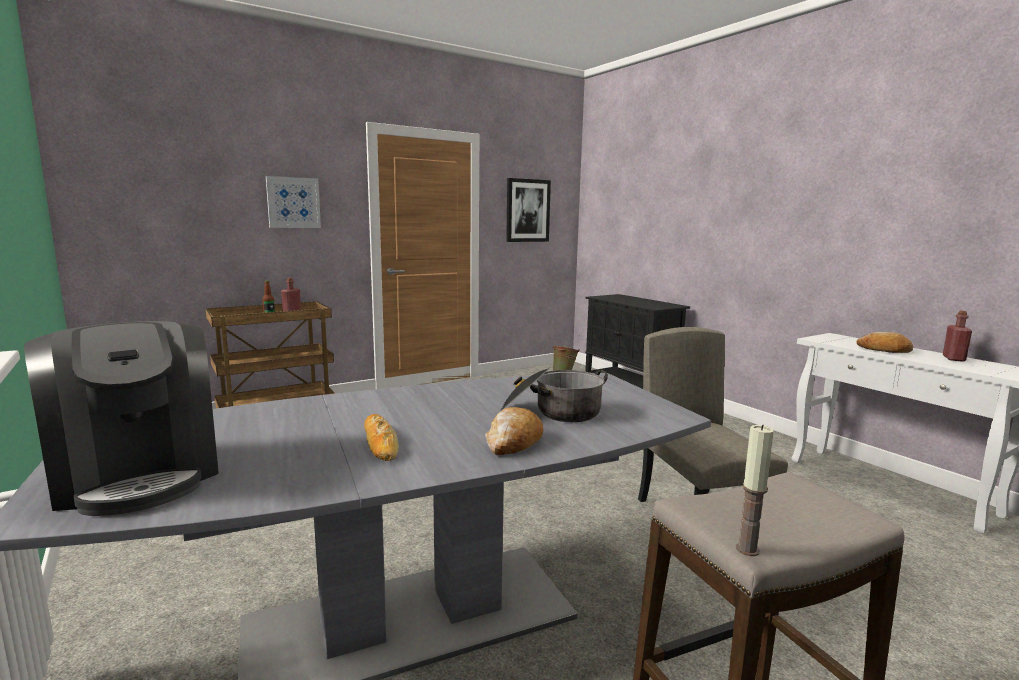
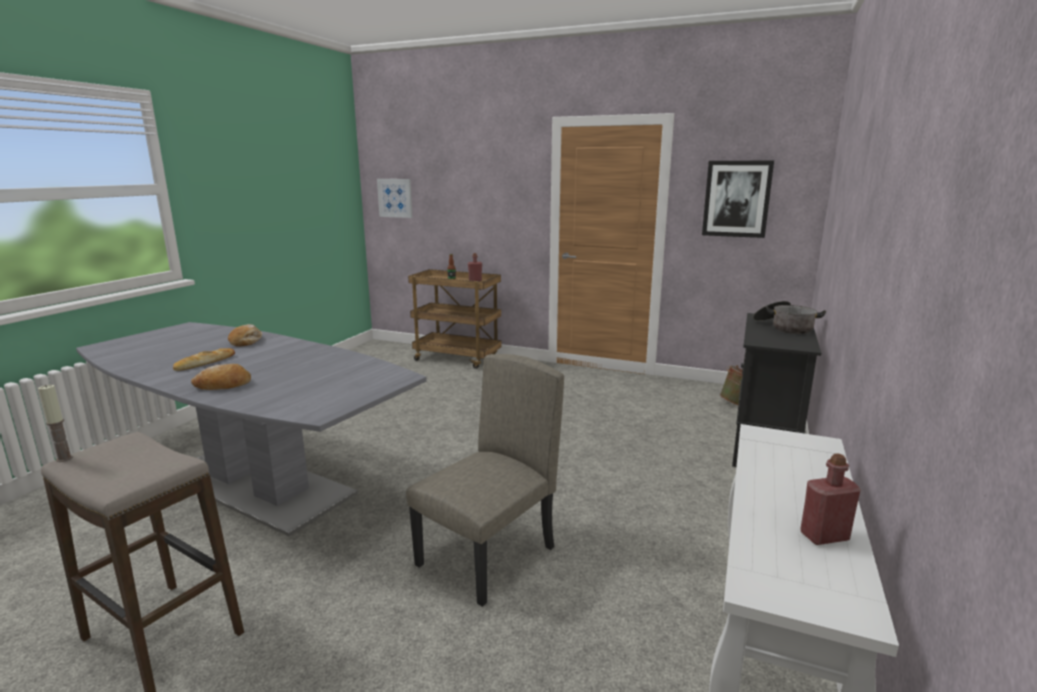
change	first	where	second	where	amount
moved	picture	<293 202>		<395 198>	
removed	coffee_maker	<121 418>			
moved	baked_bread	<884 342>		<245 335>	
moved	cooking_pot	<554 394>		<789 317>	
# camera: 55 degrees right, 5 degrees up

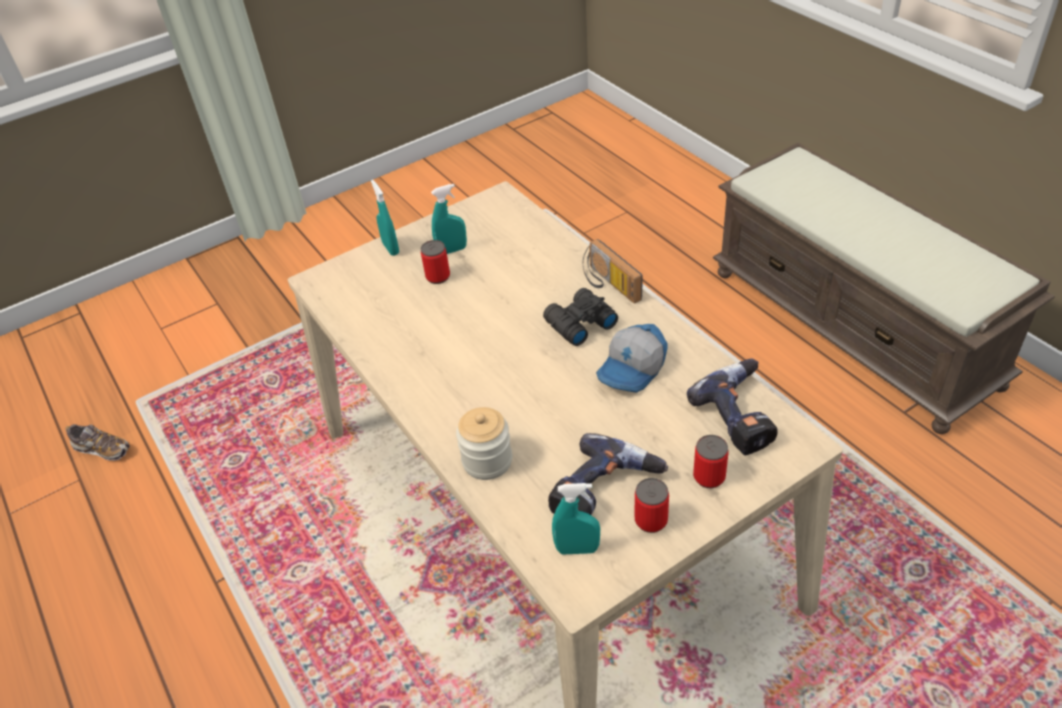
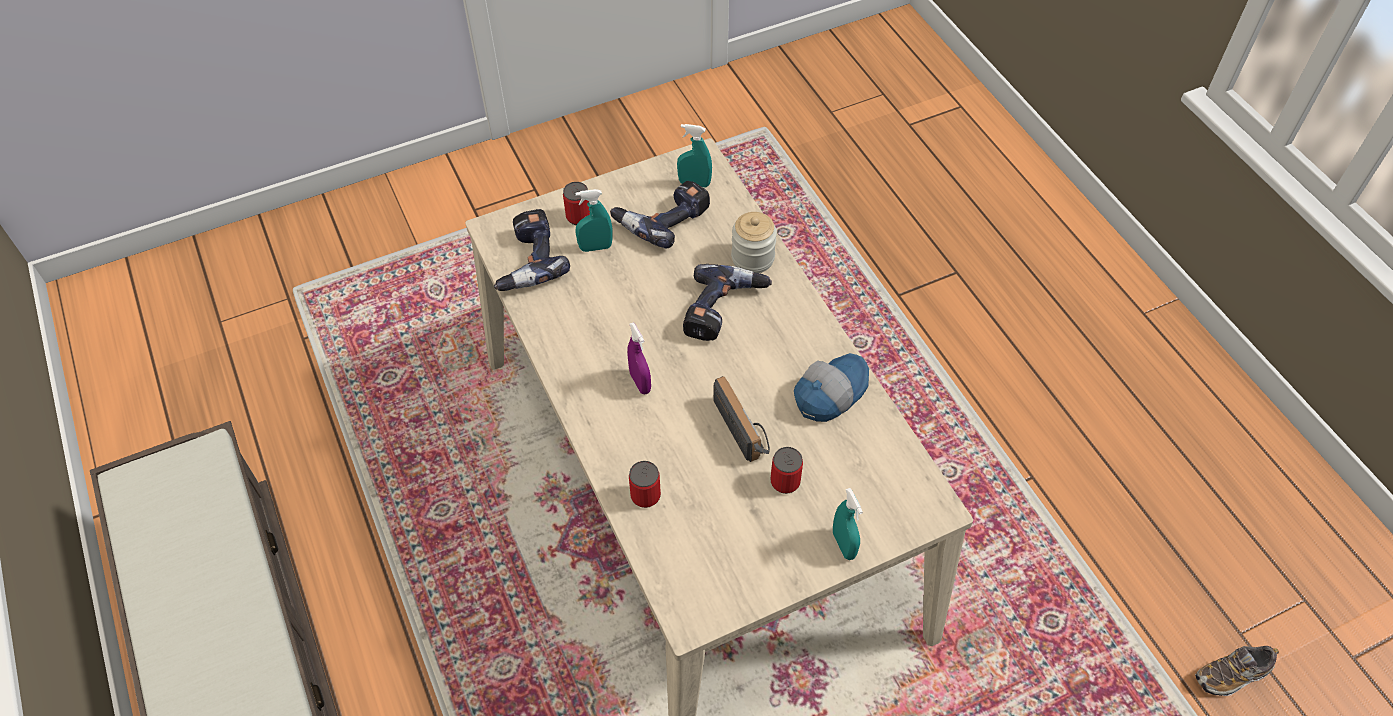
change	first	where	second	where	amount
moved	blue-green_spray_bottle	<449 219>		<593 220>	
moved	radio	<613 271>		<741 419>	
replaced	blackish_binoculars	<580 317>	purplish_spray_bottle	<639 358>	
moved	cap	<632 358>		<831 387>	
turned	shoe	<97 442>		<1237 671>	45 degrees counterclockwise
moved	metal_can	<652 505>		<645 484>	
added			power_drill	<727 302>	
# camera: 175 degrees left, 10 degrees up

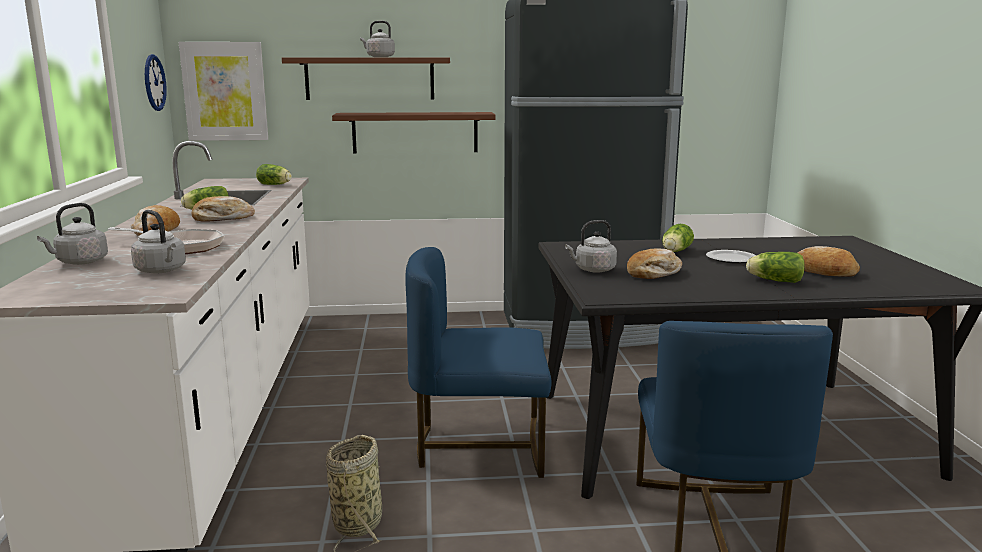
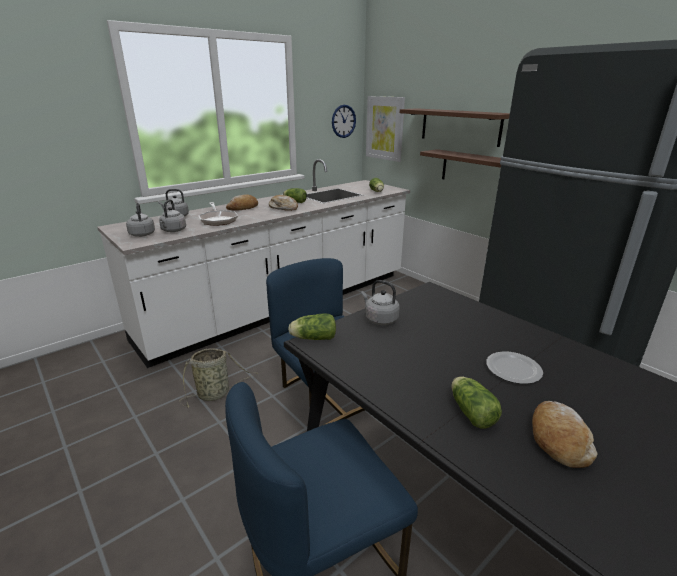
change	first	where	second	where	amount
moved	grey_kettle	<377 39>		<140 220>	
moved	lettuce	<678 238>		<312 326>	
removed	baked_bread	<654 263>			
# camera: 55 degrees right, 10 degrees up

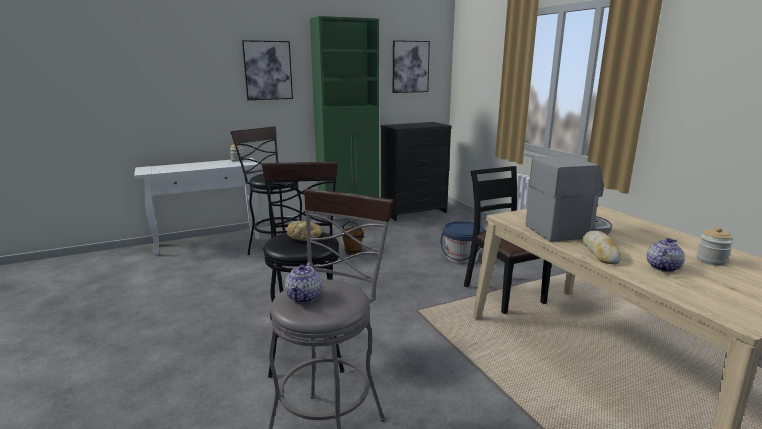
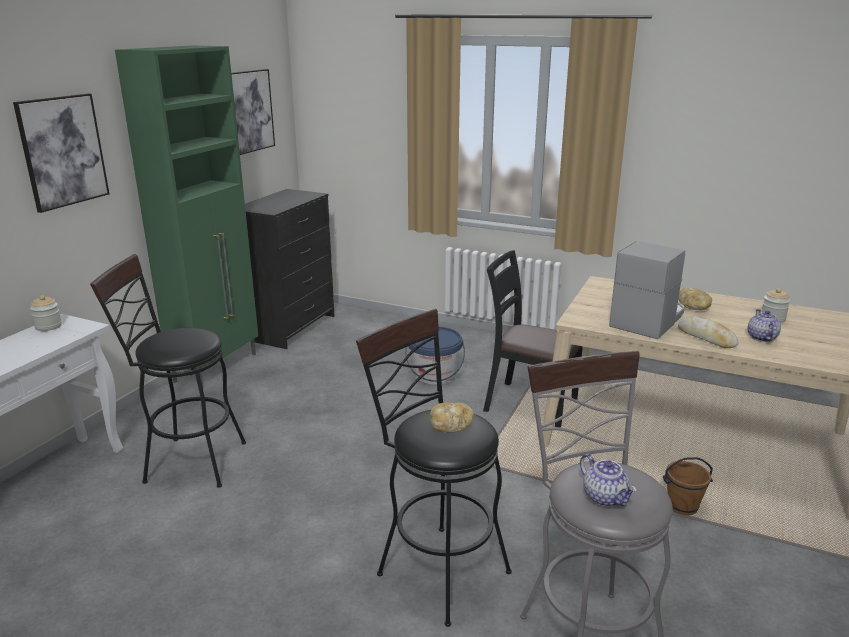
change	first	where	second	where	amount
moved	brown-coloured_pail	<352 238>		<688 486>	
added			baked_bread	<695 299>	
# camera: 40 degrees left, 5 degrees up

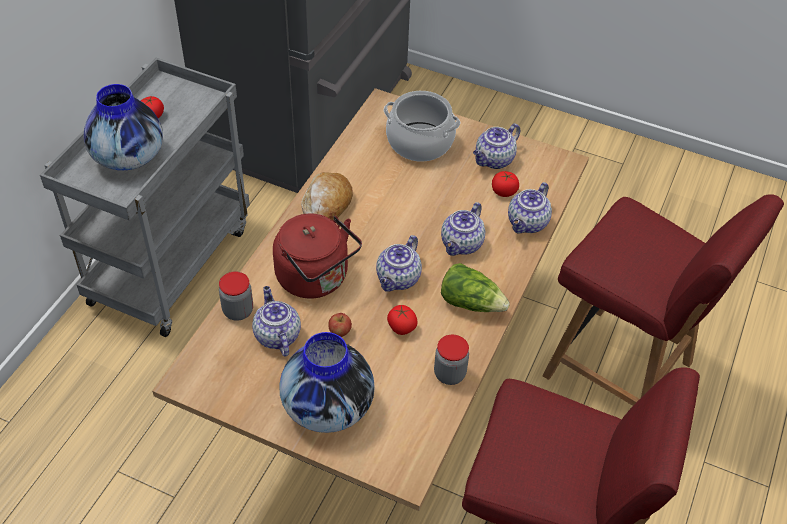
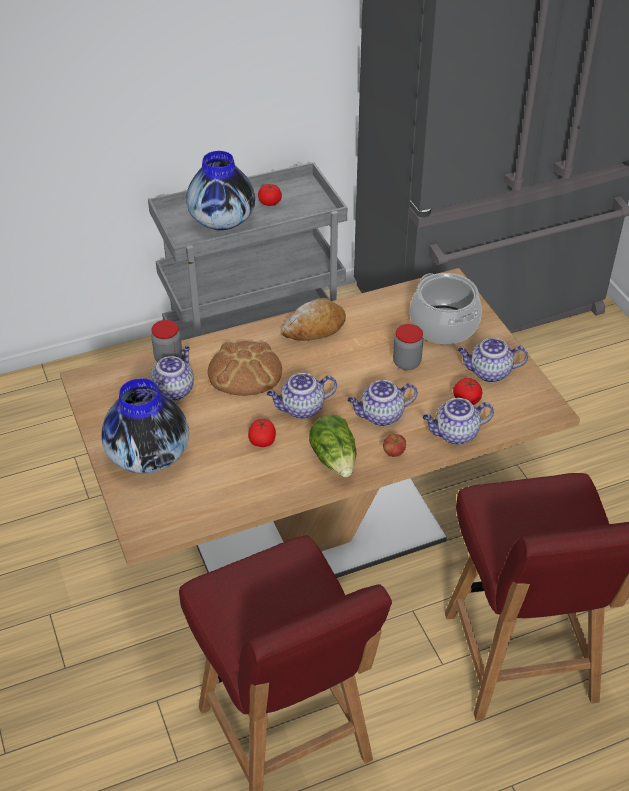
change	first	where	second	where	amount
replaced	red_kettle	<317 256>	baked_bread	<245 368>	
moved	apple_fruit	<340 325>		<394 445>	
moved	storage_jar	<451 359>		<408 347>	
# camera: 45 degrees right, 5 degrees down

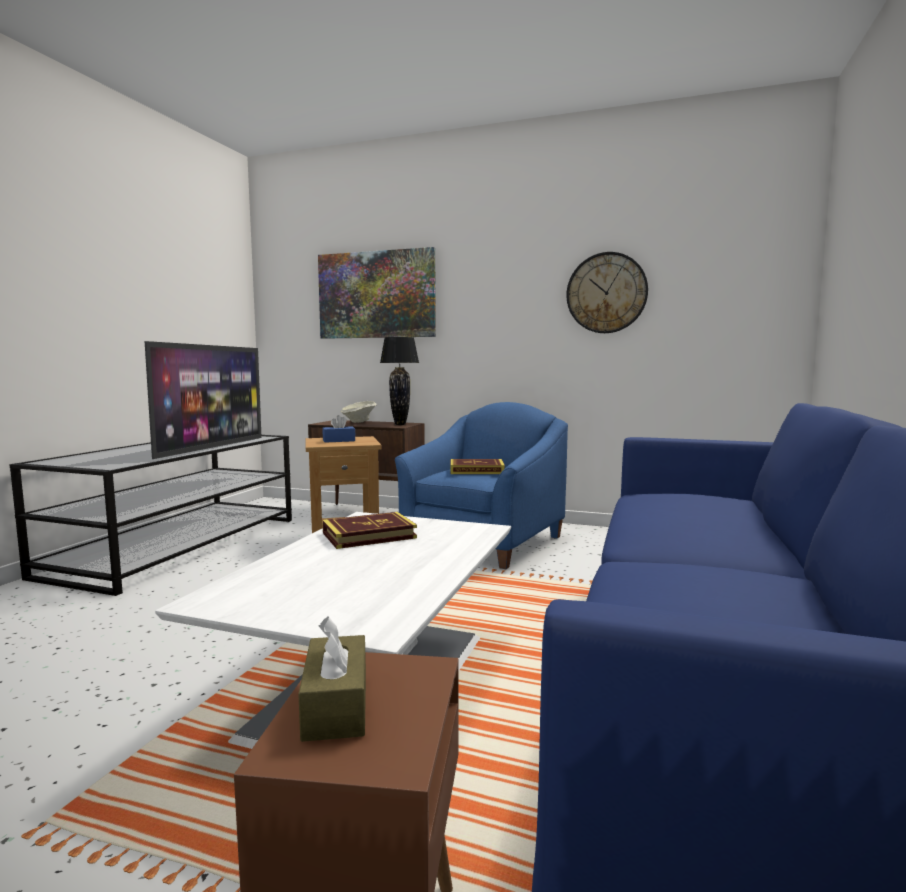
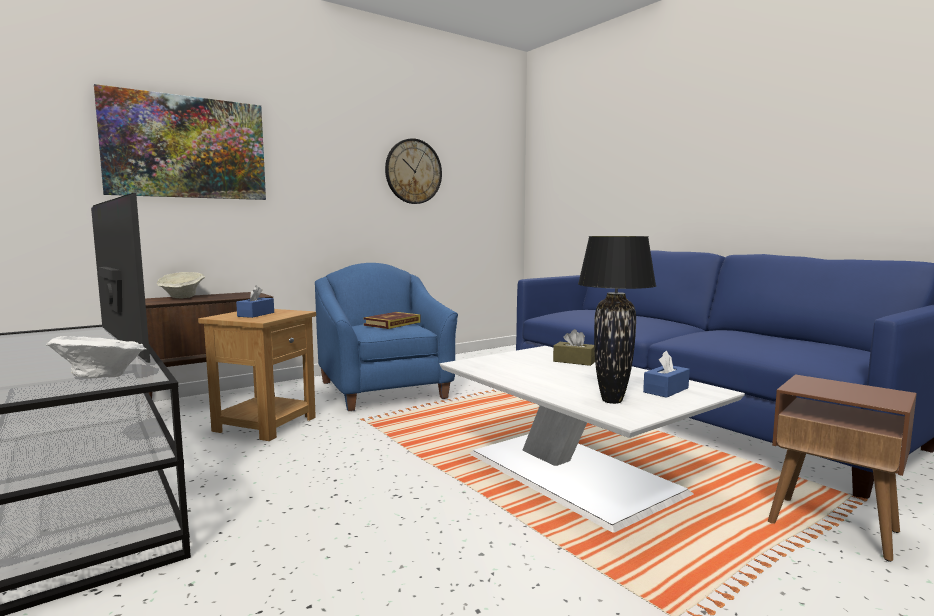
change	first	where	second	where	amount
moved	blackish_lamp_for_a_table	<399 381>		<617 320>	
removed	volume	<370 530>			
moved	brown-coloured_box_of_tissues	<332 679>		<574 347>	
added			whitish_deep_dish	<96 357>	
added			blue_box_of_tissues	<666 374>	
# camera: 55 degrees left, 0 degrees up

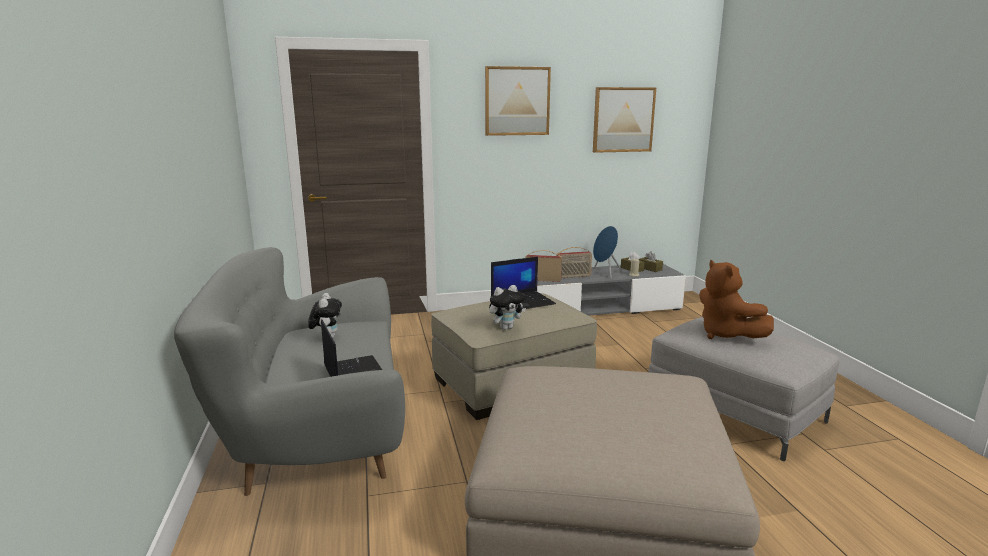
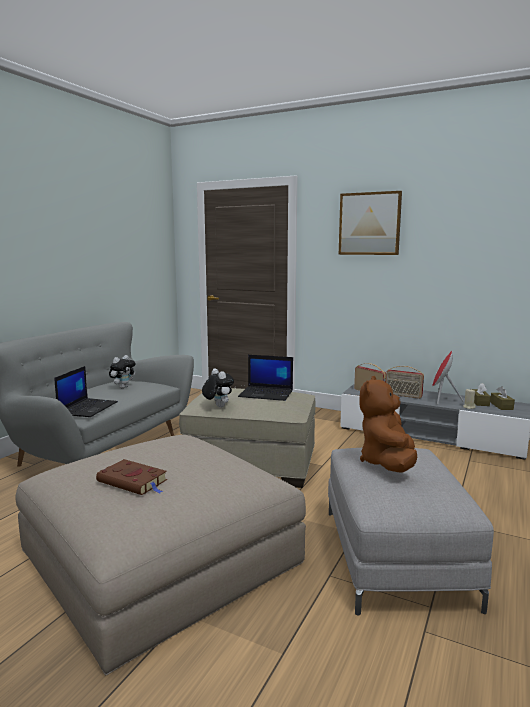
change	first	where	second	where	amount
removed	picture	<624 120>			
recoloured	blue_speaker	<607 252>	red_speaker	<448 377>	
turned	plush_toy	<507 307>		<218 388>	135 degrees counterclockwise
added			brown-coloured_volume	<131 477>	
# camera: 40 degrees right, 5 degrees down

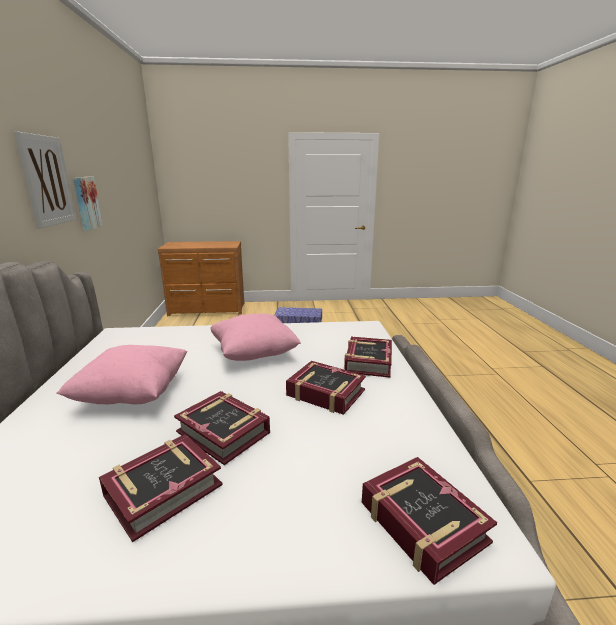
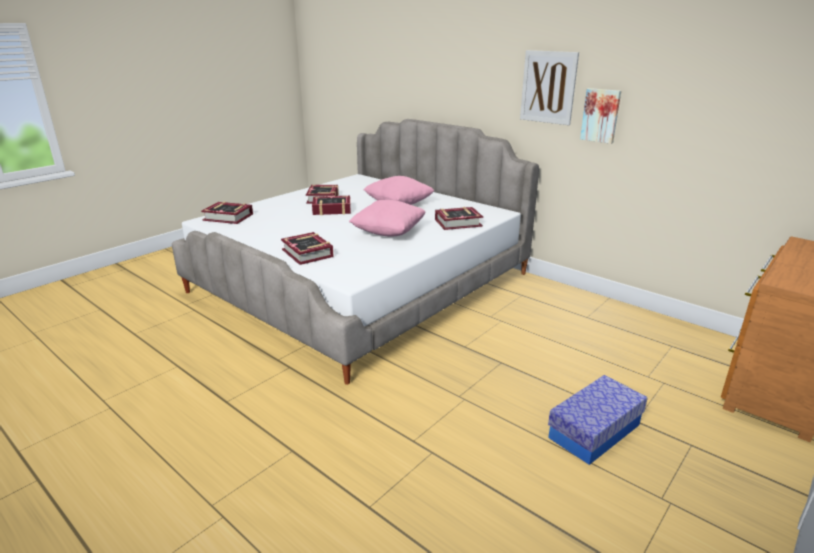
change	first	where	second	where	amount
moved	volume	<326 388>		<459 218>	
# camera: 135 degrees right, 5 degrees up

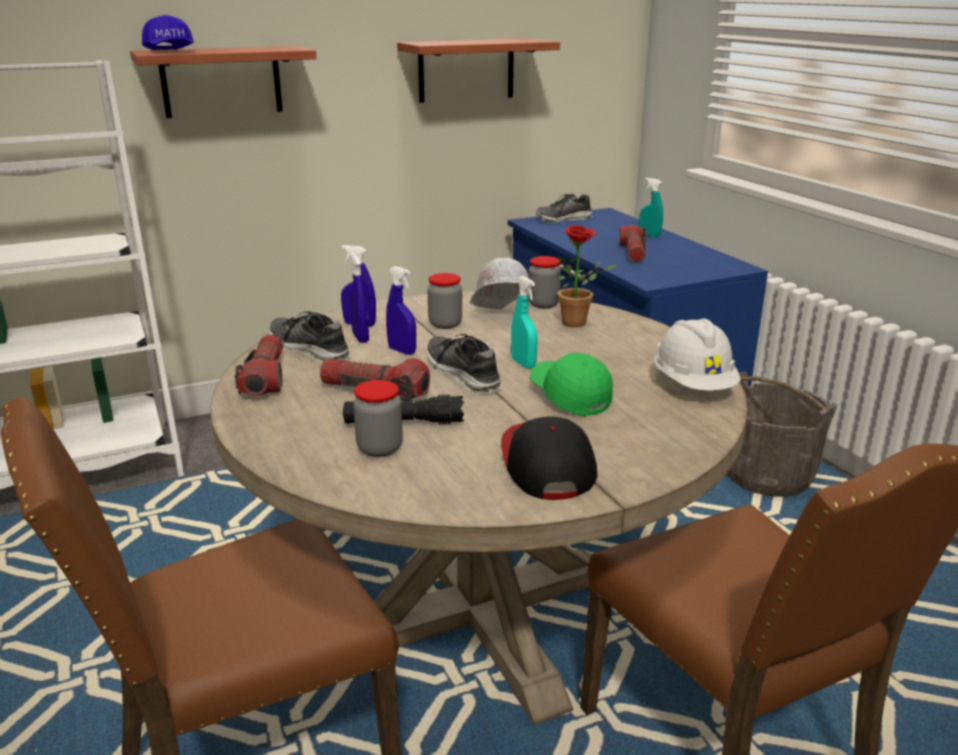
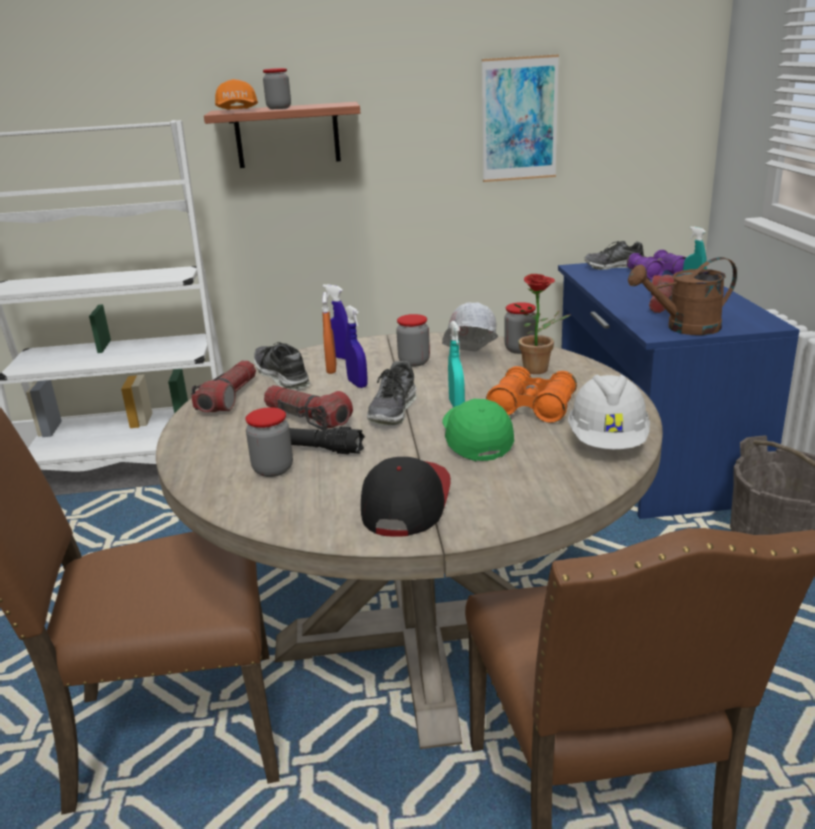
change	first	where	second	where	amount
recoloured	blue_cap	<168 32>	orange_cap	<236 94>	
replaced	wall_shelf	<478 71>	picture	<520 118>	
recoloured	blue_spray_bottle	<359 298>	orange_spray_bottle	<329 333>	
turned	shoe	<464 363>		<391 393>	150 degrees counterclockwise
added			storage_jar	<277 88>	
added			purplish_binoculars	<657 265>	
added			brown-coloured_watering_pot	<682 296>	
added			orange_binoculars	<531 394>	
# camera: 20 degrees right, 0 degrees up

